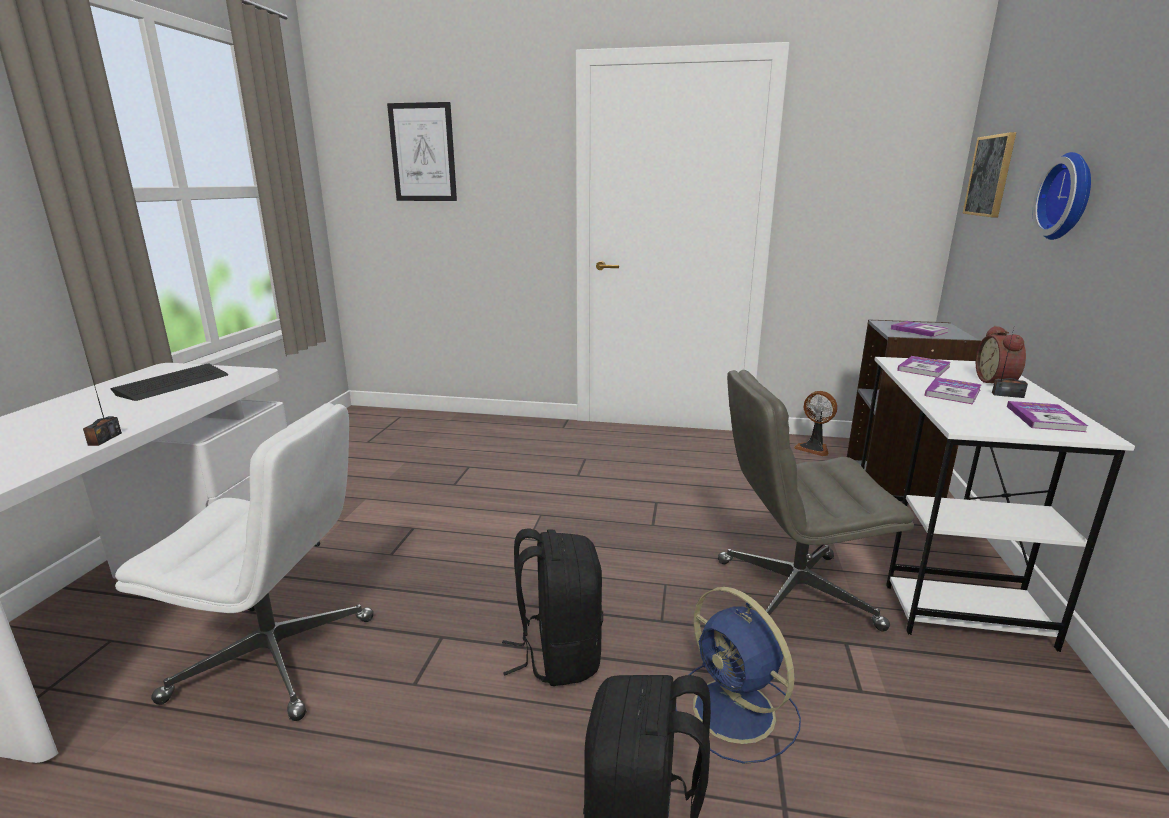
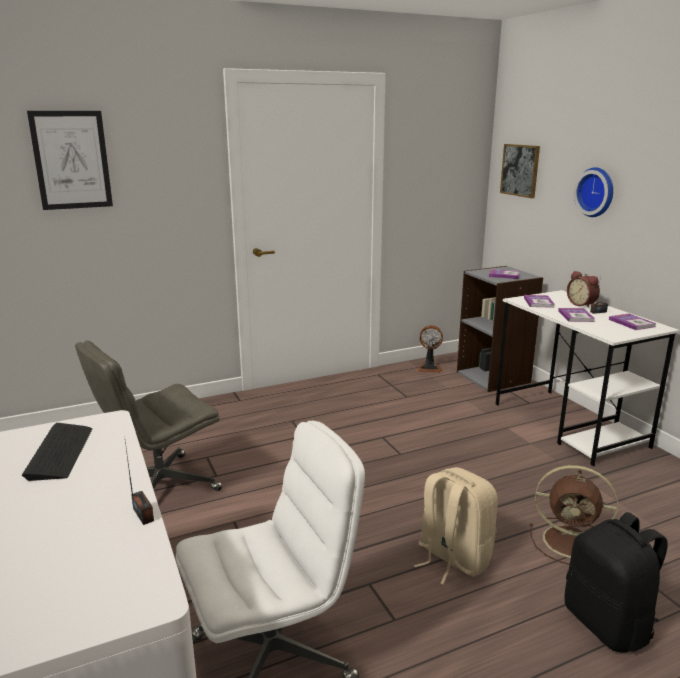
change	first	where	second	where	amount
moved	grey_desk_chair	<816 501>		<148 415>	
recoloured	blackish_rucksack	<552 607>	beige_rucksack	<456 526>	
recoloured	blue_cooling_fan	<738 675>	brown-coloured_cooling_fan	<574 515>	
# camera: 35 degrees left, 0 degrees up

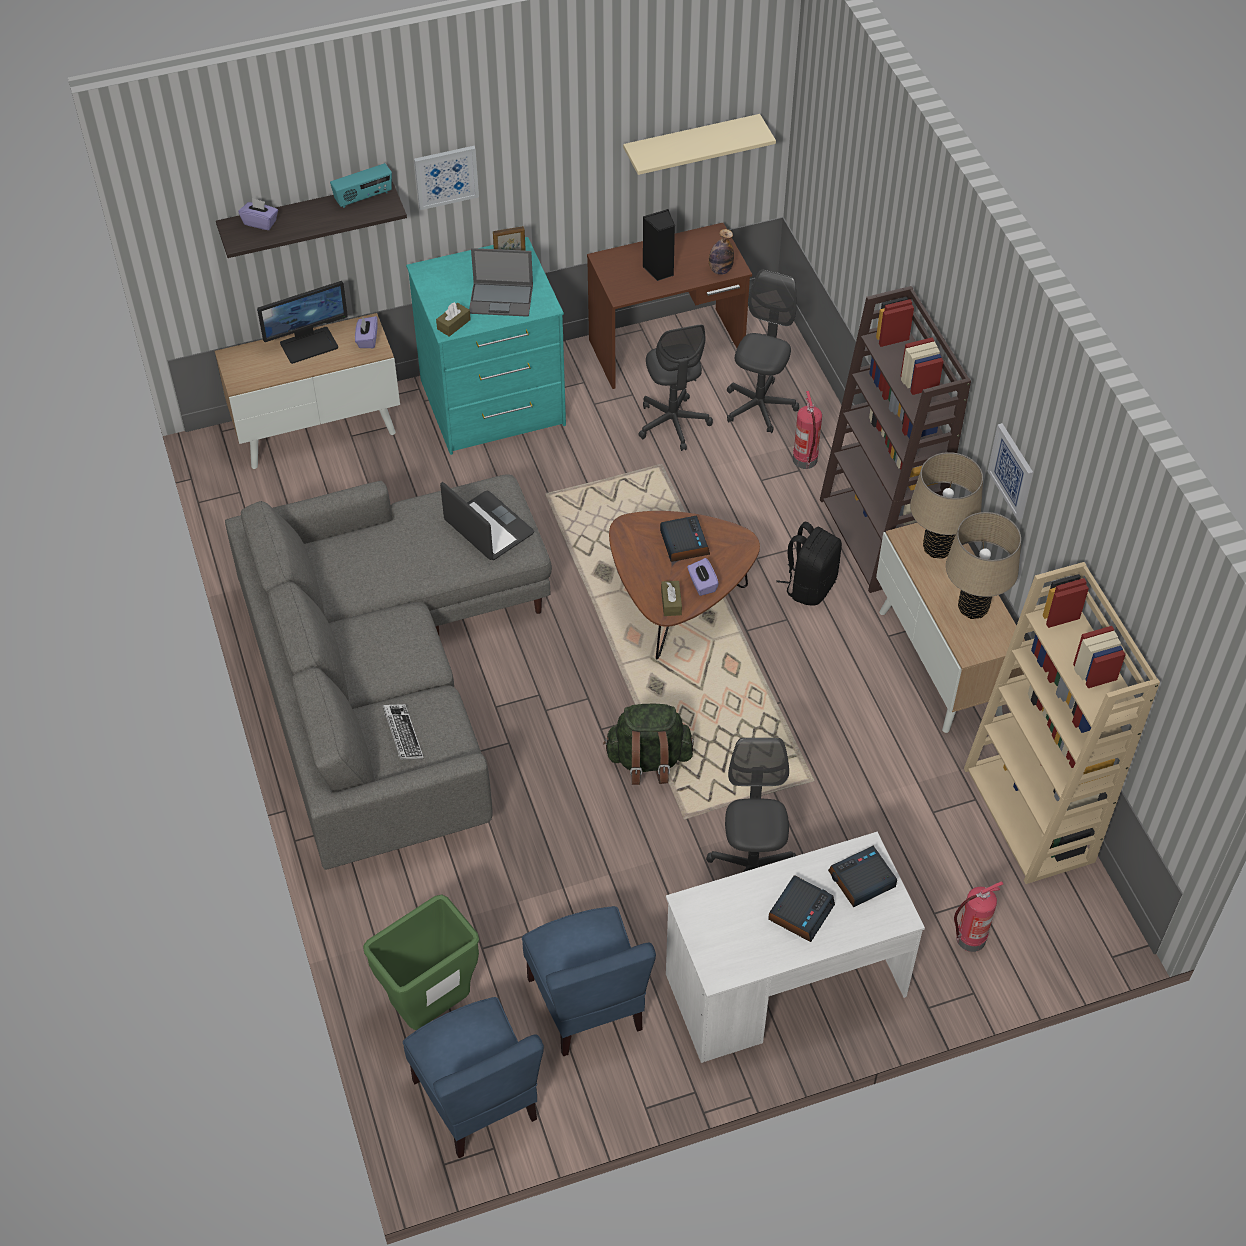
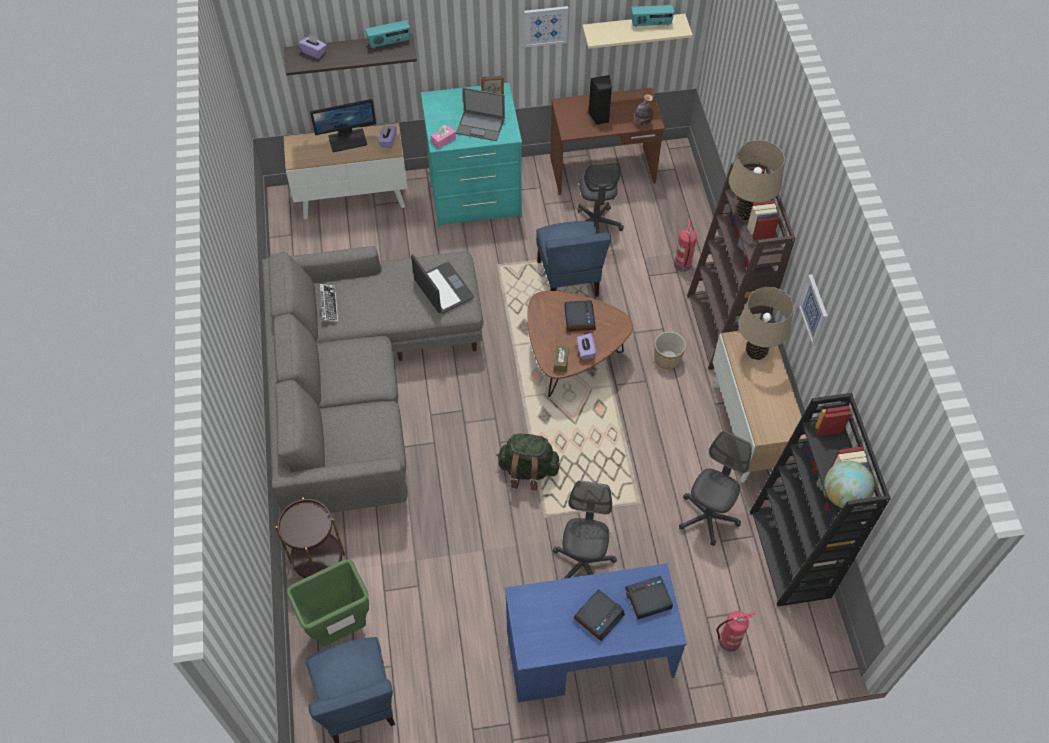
change	first	where	second	where	amount
moved	picture	<446 178>		<546 27>	
moved	grey_desk_chair	<763 351>		<715 488>	
recoloured	brown-coloured_box_of_tissues	<453 319>	pink_box_of_tissues	<443 137>	
moved	beige_lamp_for_a_table	<983 565>		<757 180>	
replaced	blackish_rucksack	<809 563>	planter	<670 350>	
recoloured	beige_bookcase	<1062 723>	blackish_bookcase	<820 499>	
moved	keyboard	<403 732>		<328 303>	
recoloured	whitish_desk	<795 947>	blue_desk	<596 632>	
moved	blue_upright_chair	<589 981>		<573 259>	
added			radio	<652 16>	
added			world_globe	<849 484>	
added			brown-coloured_side_table	<310 537>	
# camera: 10 degrees right, 5 degrees up

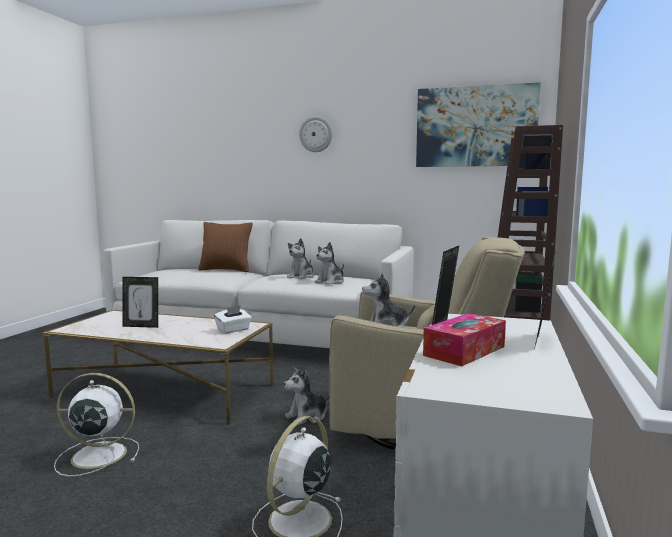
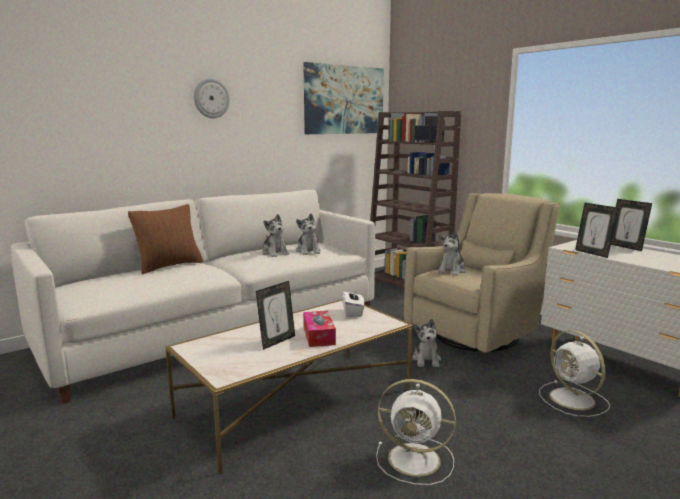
change	first	where	second	where	amount
moved	box_of_tissues	<464 339>		<319 329>	
turned	whitish_cooling_fan	<96 425>		<416 432>	105 degrees counterclockwise
# camera: 55 degrees left, 5 degrees up

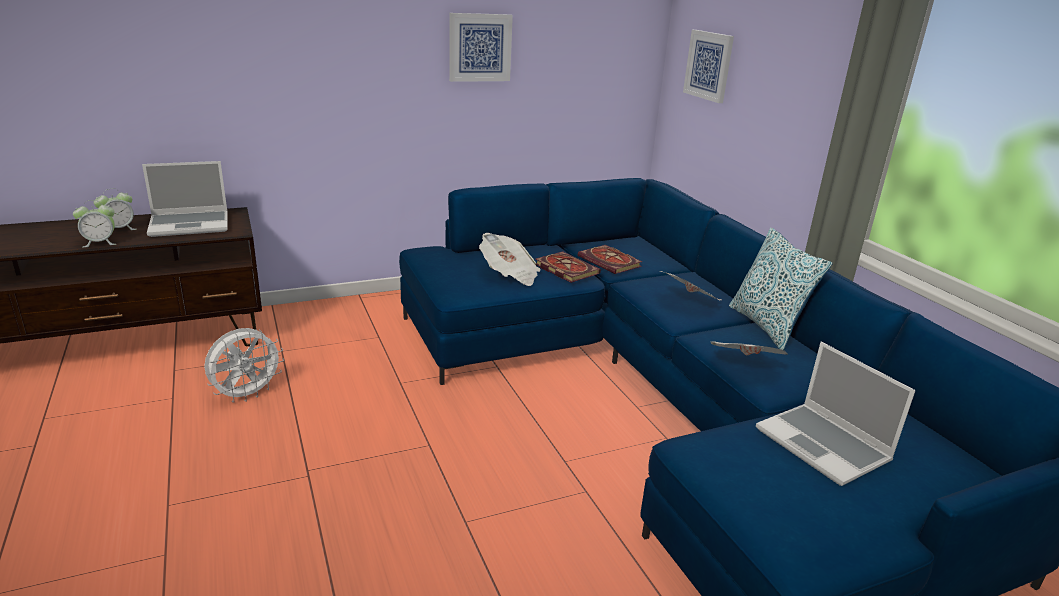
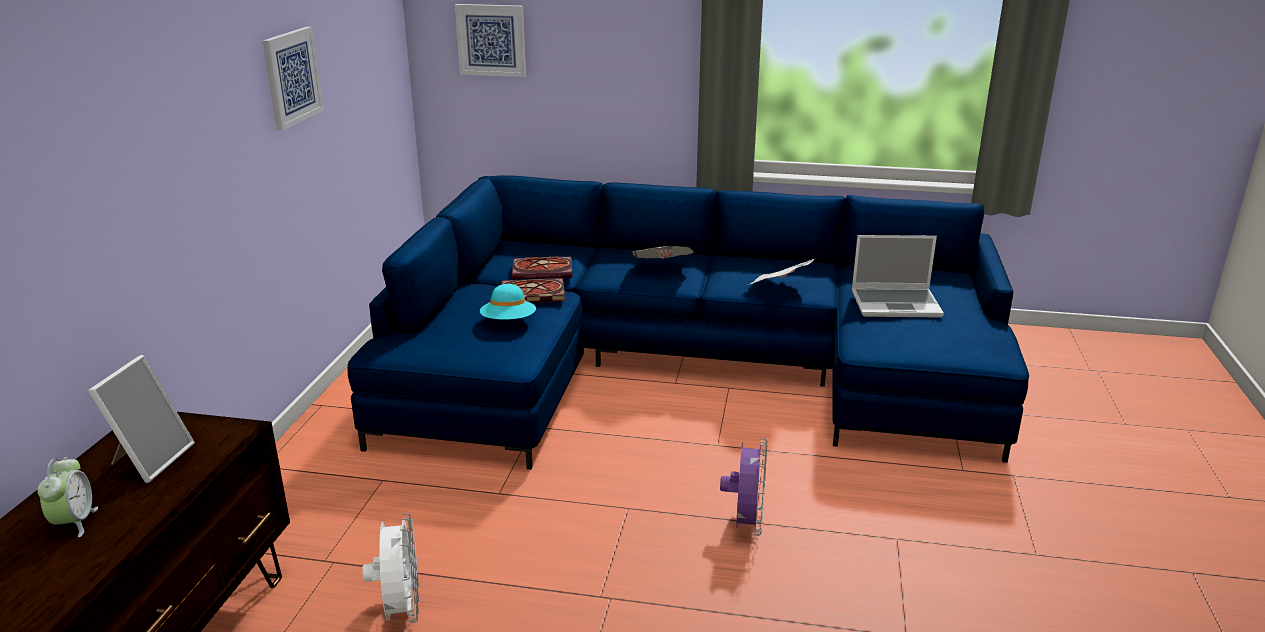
change	first	where	second	where	amount
replaced	notebook_computer	<185 199>	photo_frame	<141 419>	
removed	bedside_clock	<94 223>			
removed	cushion	<780 289>			
replaced	newspaper	<510 259>	blue-green_hat	<508 302>	
added			purplish_cooling_fan	<743 487>	
# camera: 55 degrees left, 0 degrees up

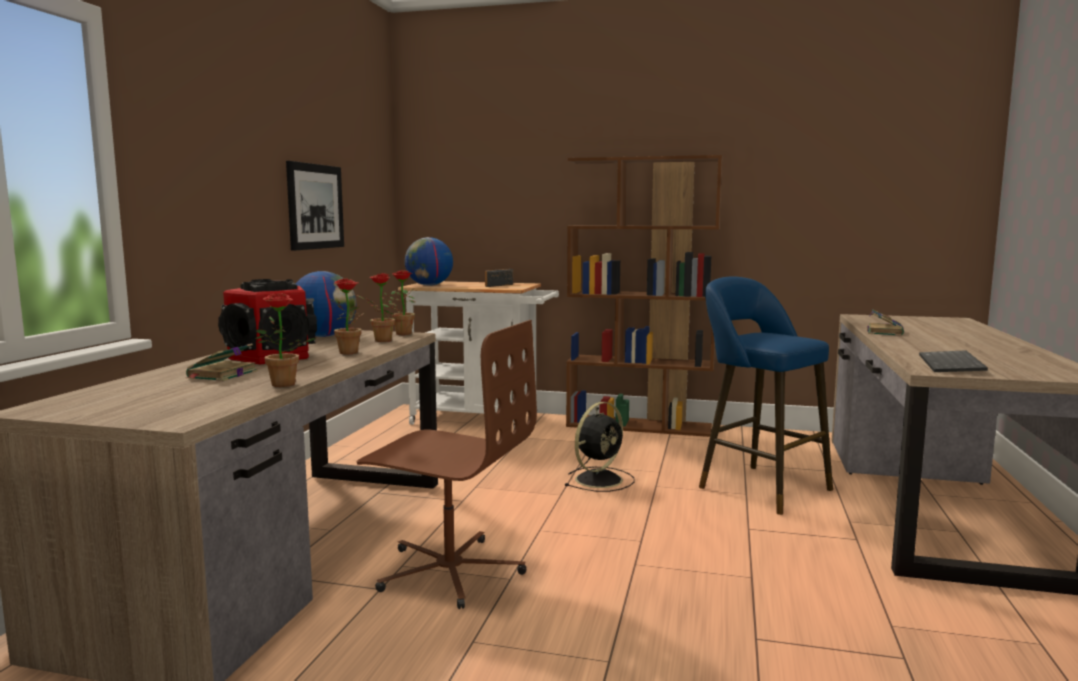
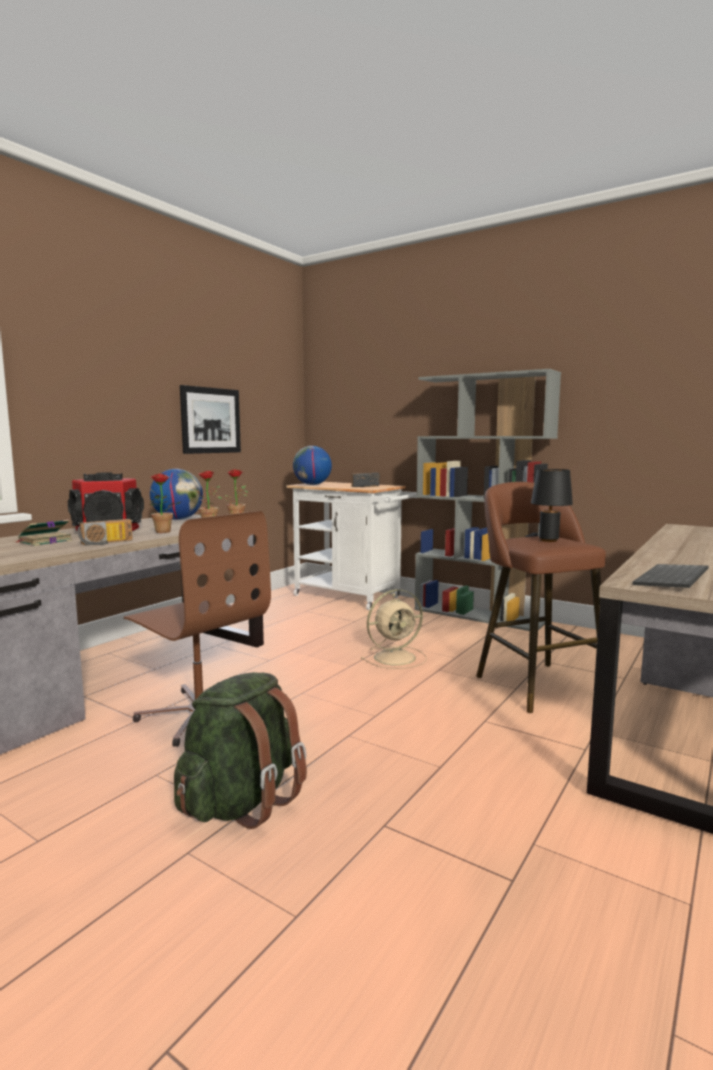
change	first	where	second	where	amount
recoloured	brown-coloured_bookcase	<644 296>	grey_bookcase	<488 500>	
recoloured	blue_stool_seat	<766 395>	brown-coloured_stool_seat	<541 597>	
removed	potted_plant	<285 340>			
removed	volume	<885 322>			
recoloured	blackish_cooling_fan	<599 447>	beige_cooling_fan	<394 629>	
added			blackish_lamp_for_a_table	<552 505>	
added			radio	<105 532>	
added			green_rucksack	<240 750>	
# camera: 20 degrees right, 0 degrees up

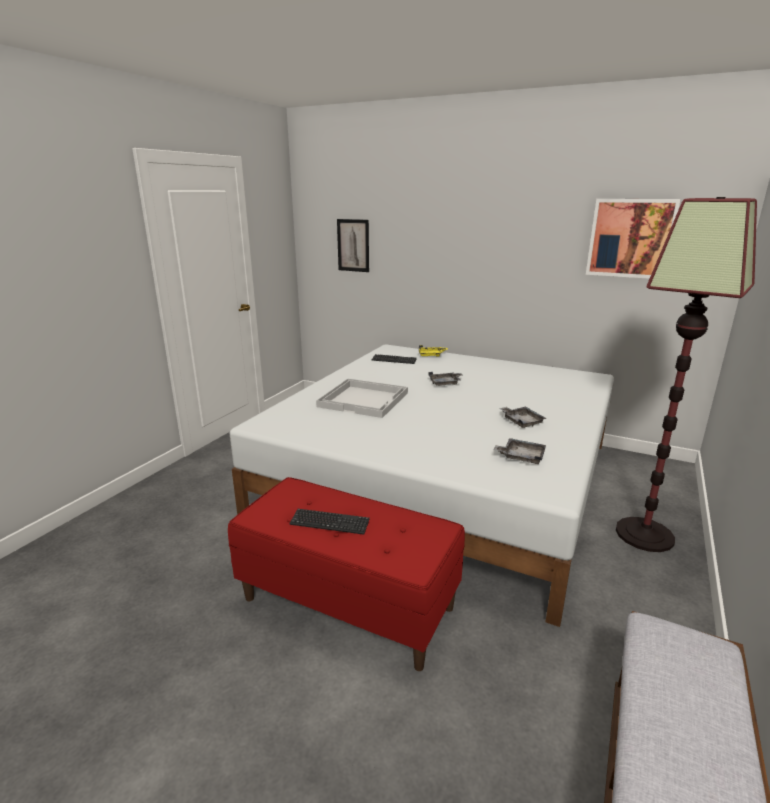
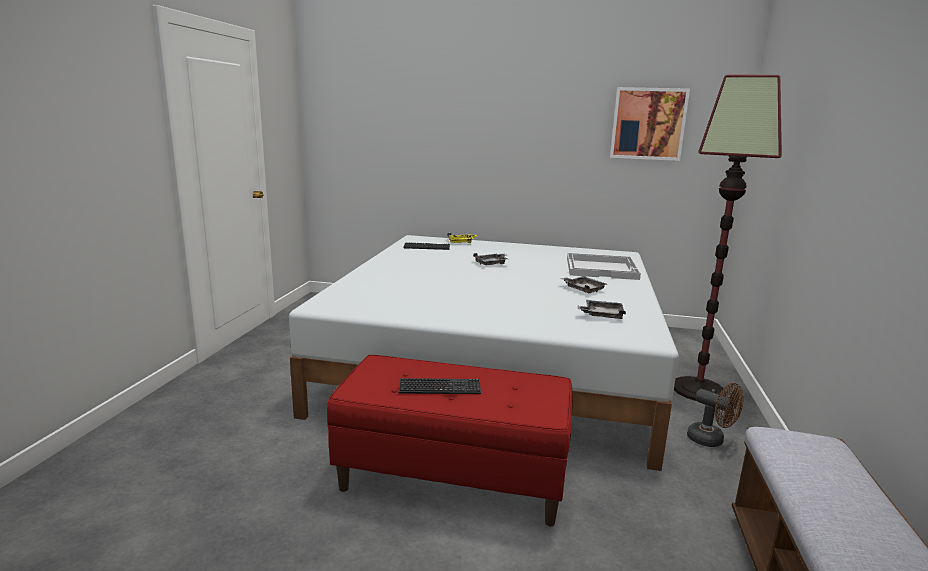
change	first	where	second	where	amount
removed	picture	<353 245>			
moved	whitish_carrying_tray	<362 398>		<604 266>	
added			brown-coloured_cooling_fan	<715 415>	
# camera: 15 degrees left, 5 degrees down

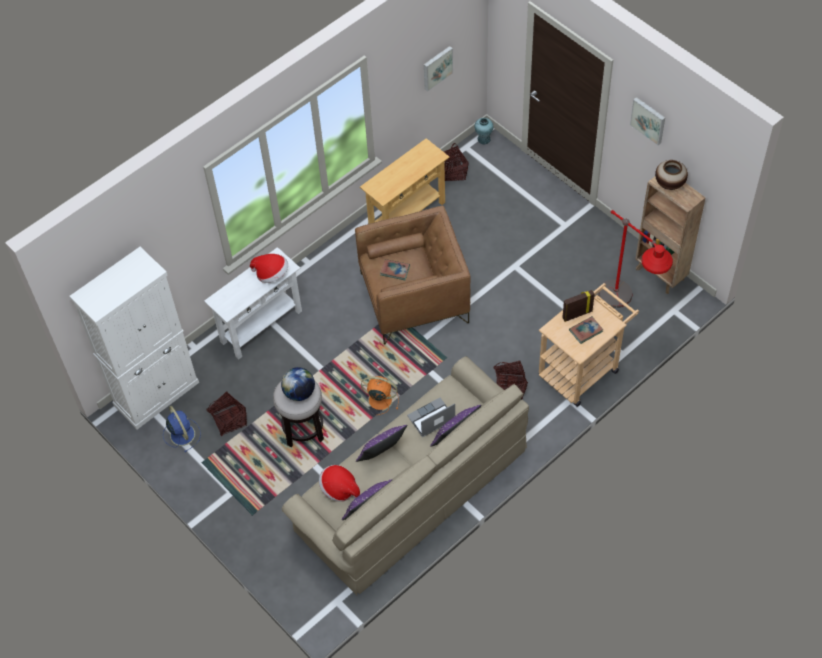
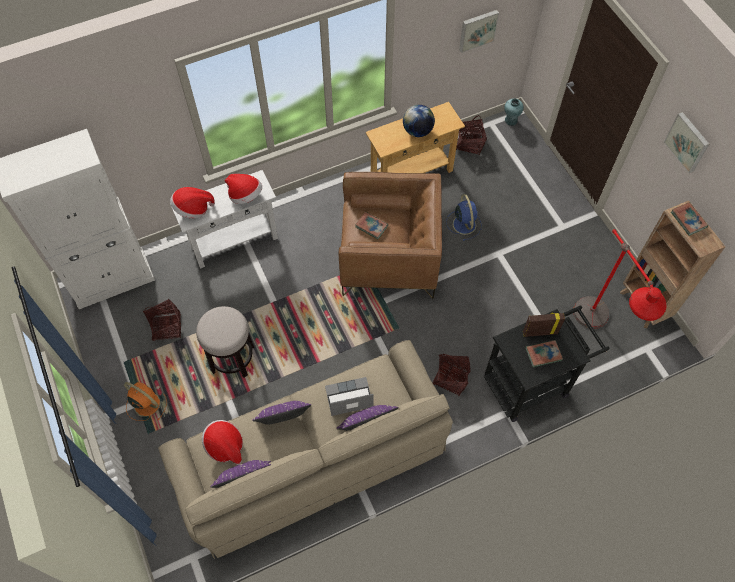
change	first	where	second	where	amount
replaced	flower_vase	<671 175>	volume	<689 219>	
recoloured	beige_trolley	<589 345>	blackish_trolley	<547 364>	
moved	world_globe	<298 384>		<419 121>	
moved	orange_cooling_fan	<380 395>		<145 401>	
moved	blue_cooling_fan	<182 429>		<463 217>	
added			hat	<192 202>	
# camera: 15 degrees right, 5 degrees up

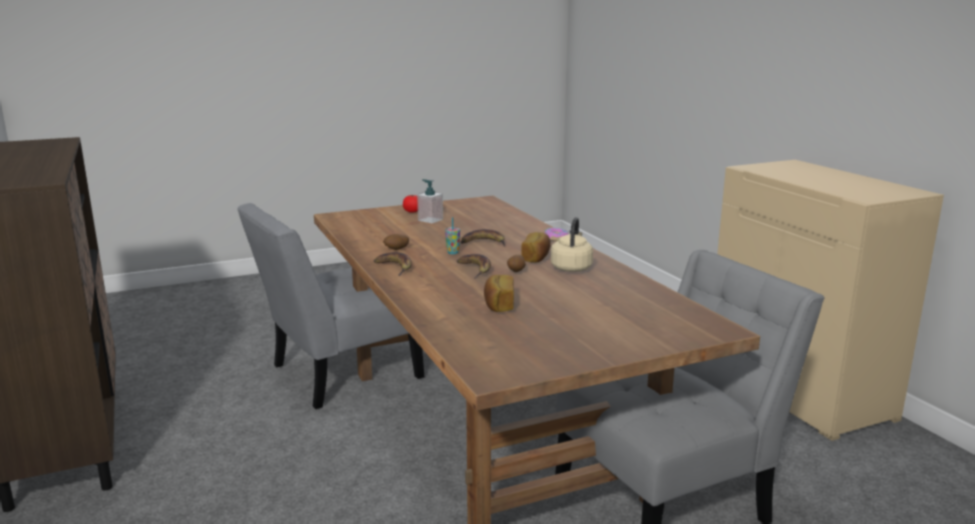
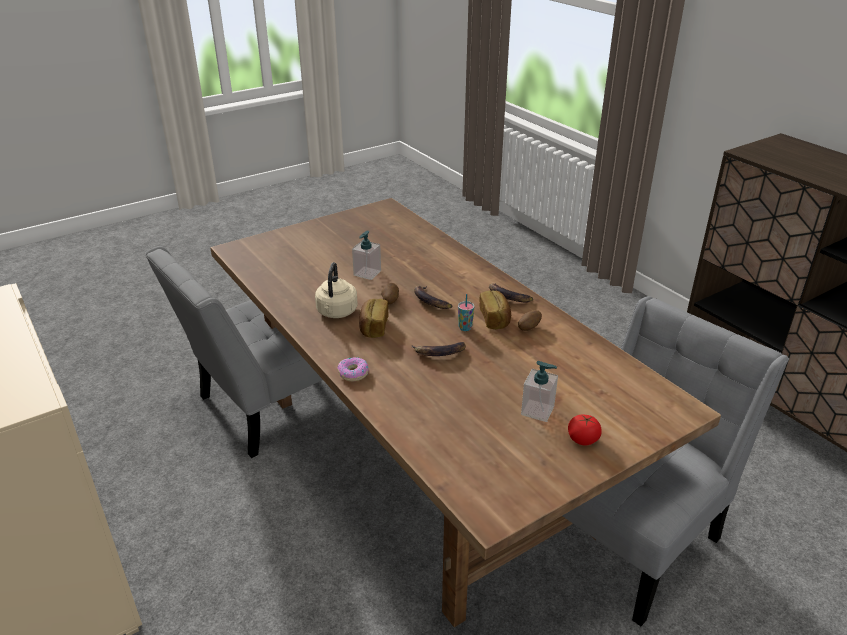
change	first	where	second	where	amount
moved	baked_bread	<499 293>		<495 310>	
added			soap_dispenser	<366 255>	
# camera: 170 degrees right, 15 degrees up

